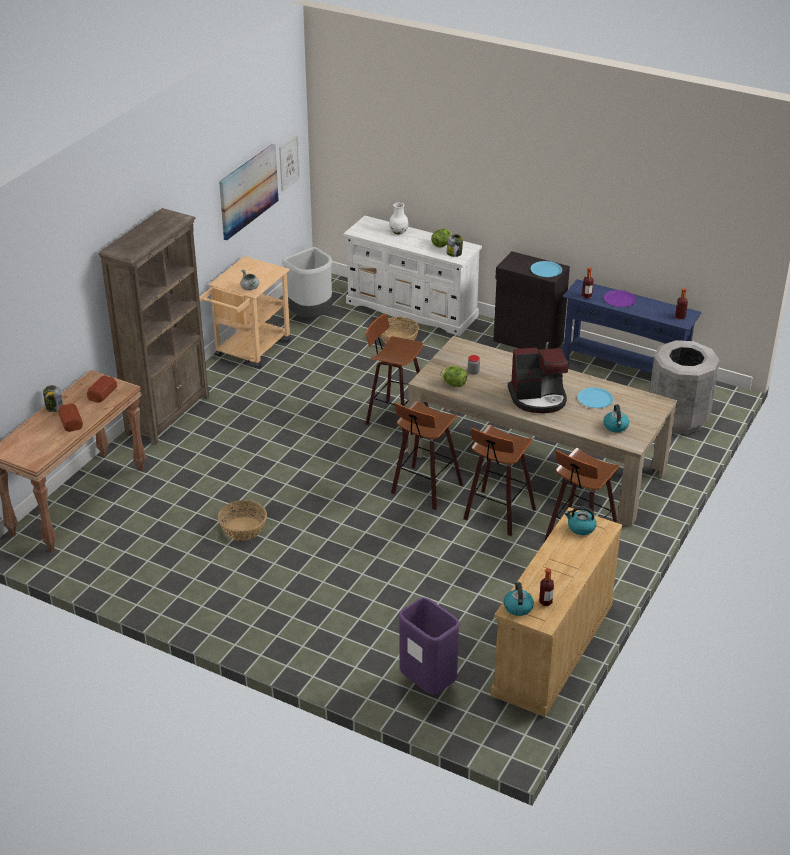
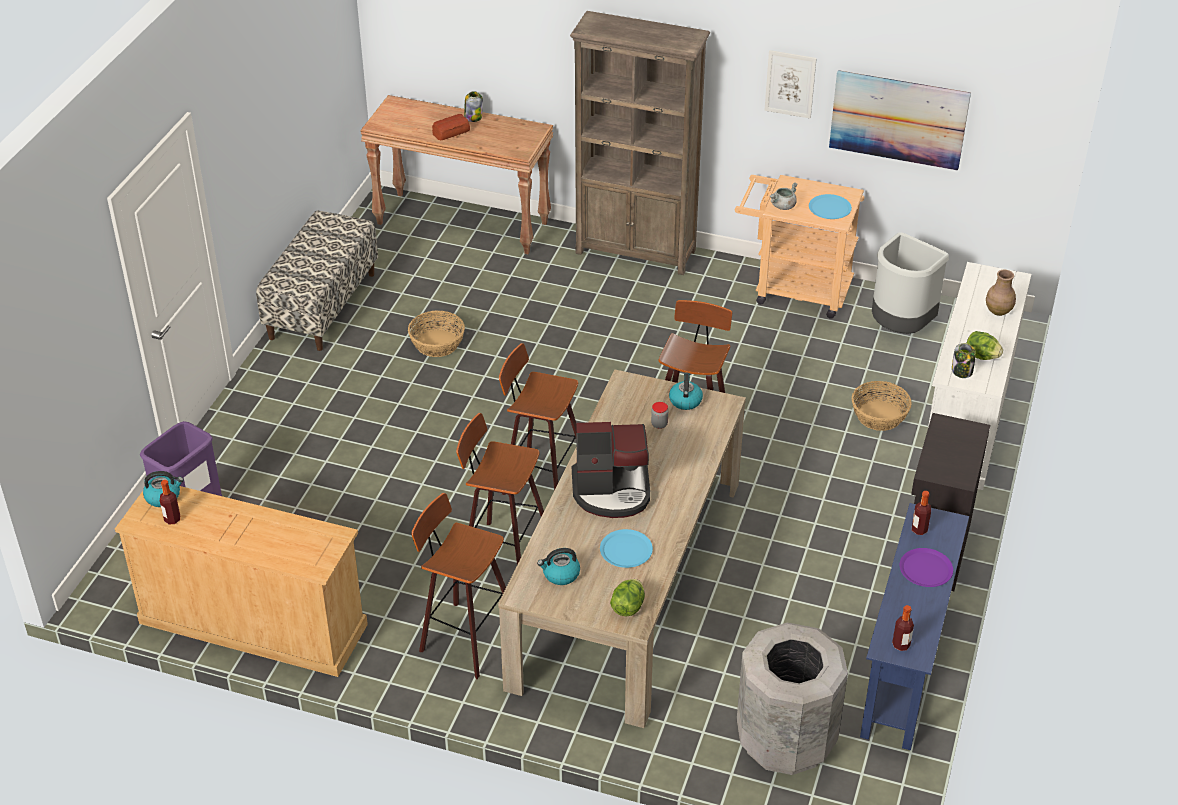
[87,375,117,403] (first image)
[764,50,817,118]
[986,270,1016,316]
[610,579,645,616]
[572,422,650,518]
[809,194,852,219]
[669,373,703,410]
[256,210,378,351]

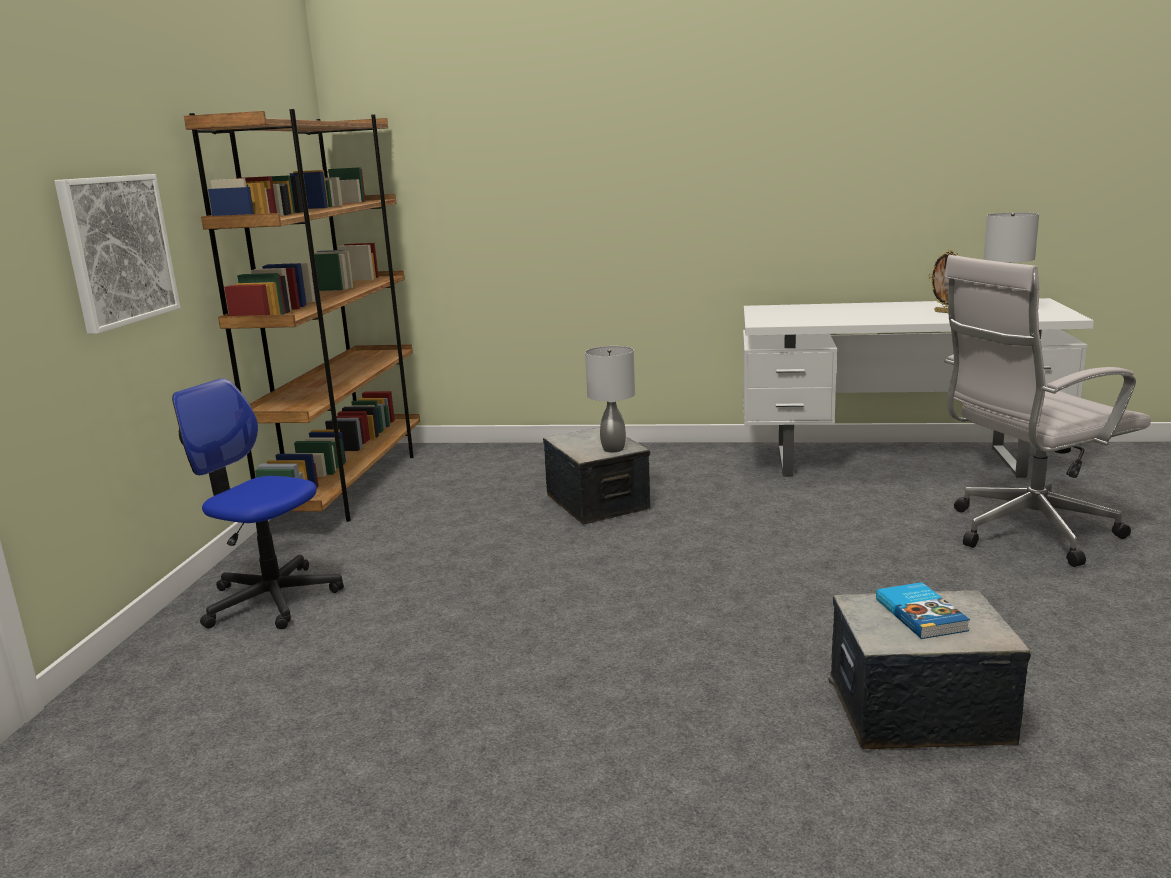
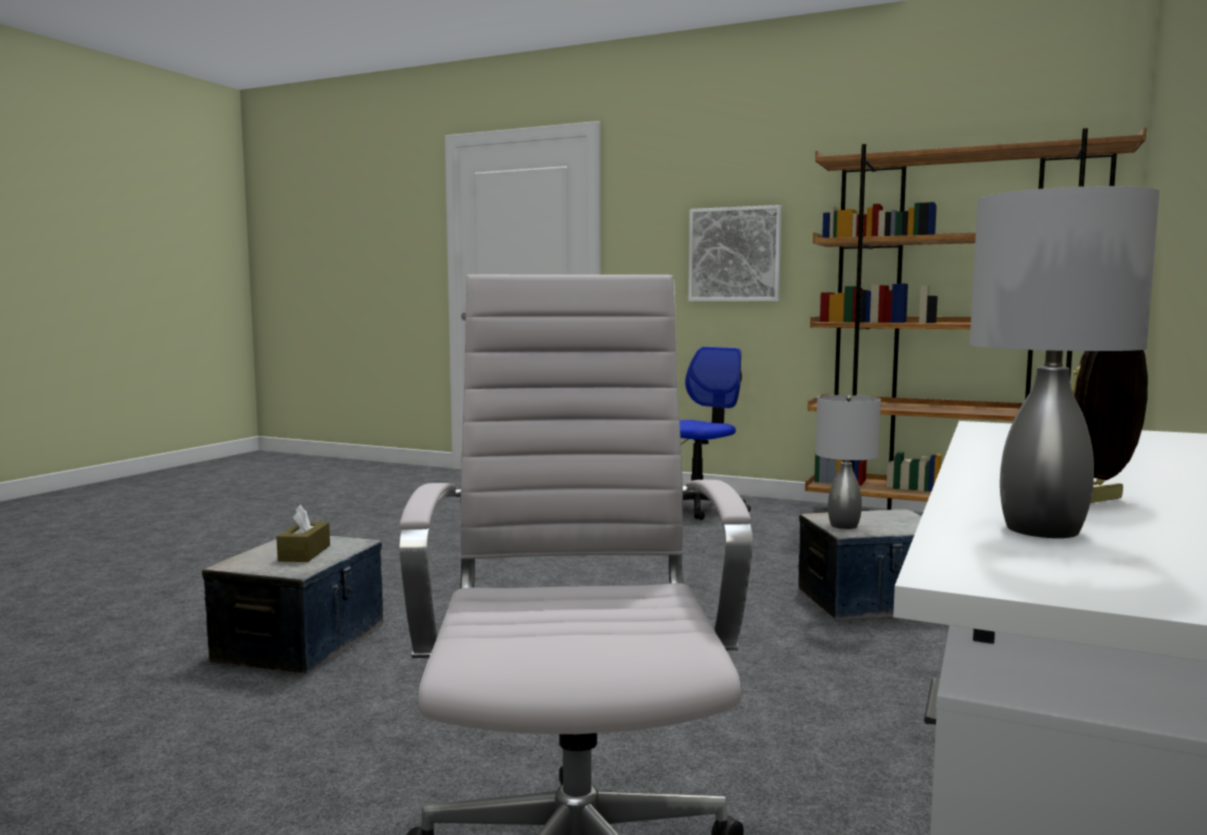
[277,505,330,562]

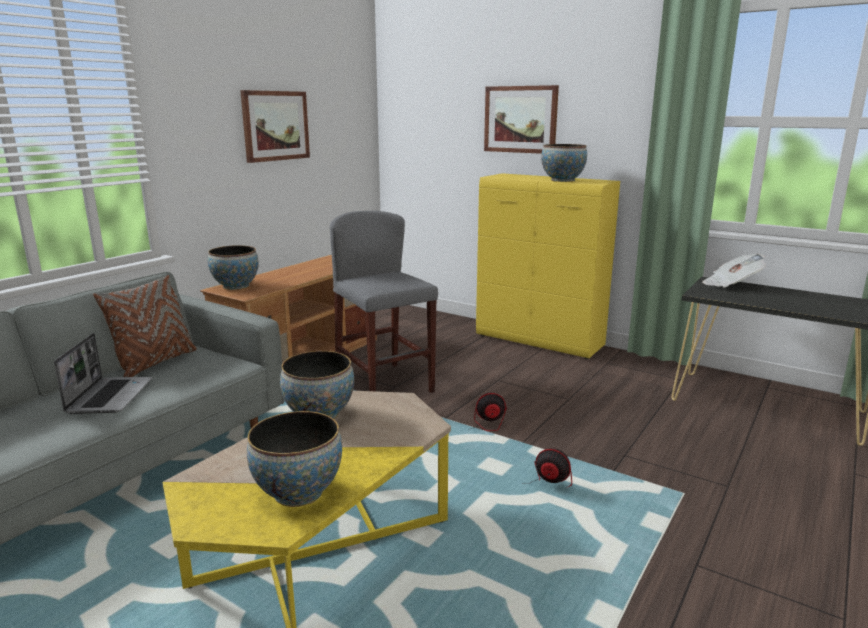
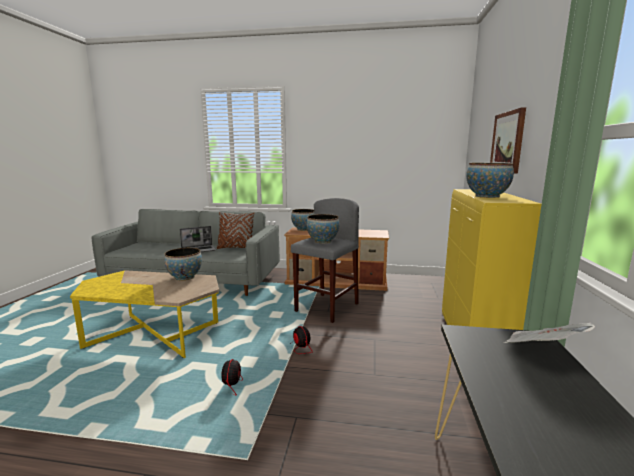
[240,90,310,163] (first image)
[306,214,339,243]

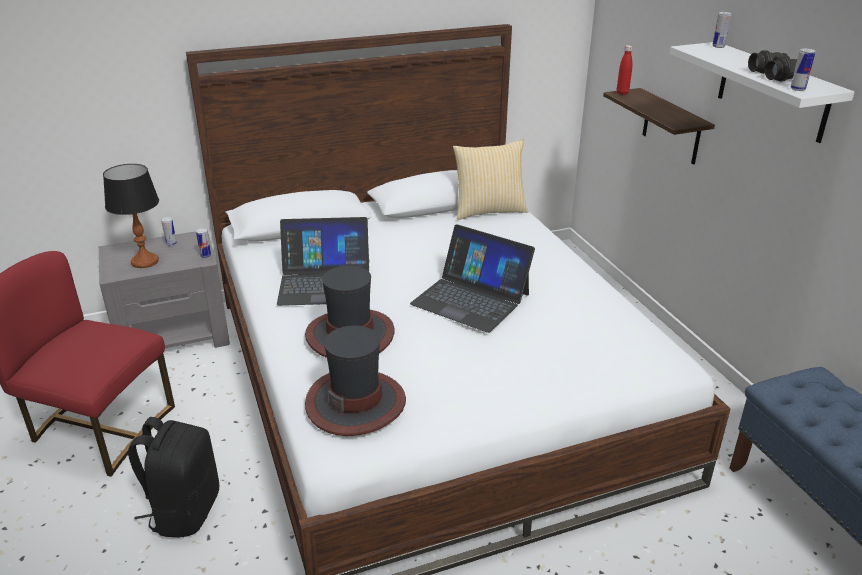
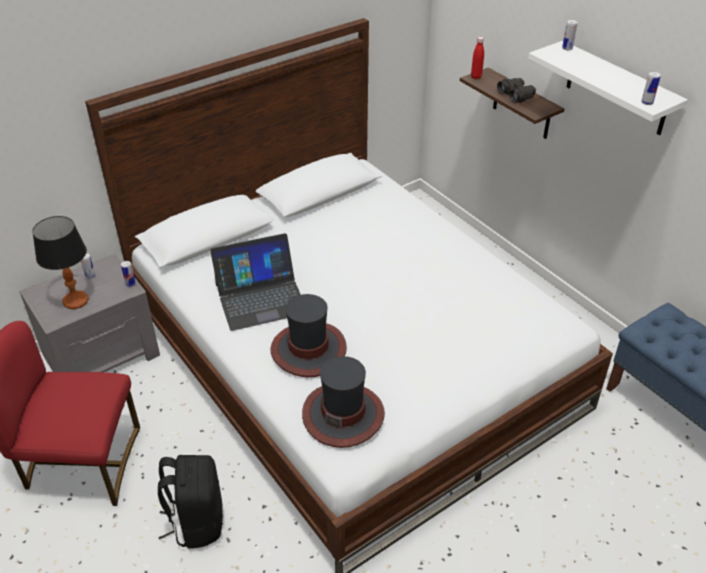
[410,224,535,333] (first image)
[453,140,528,220] (first image)
[497,78,536,103]

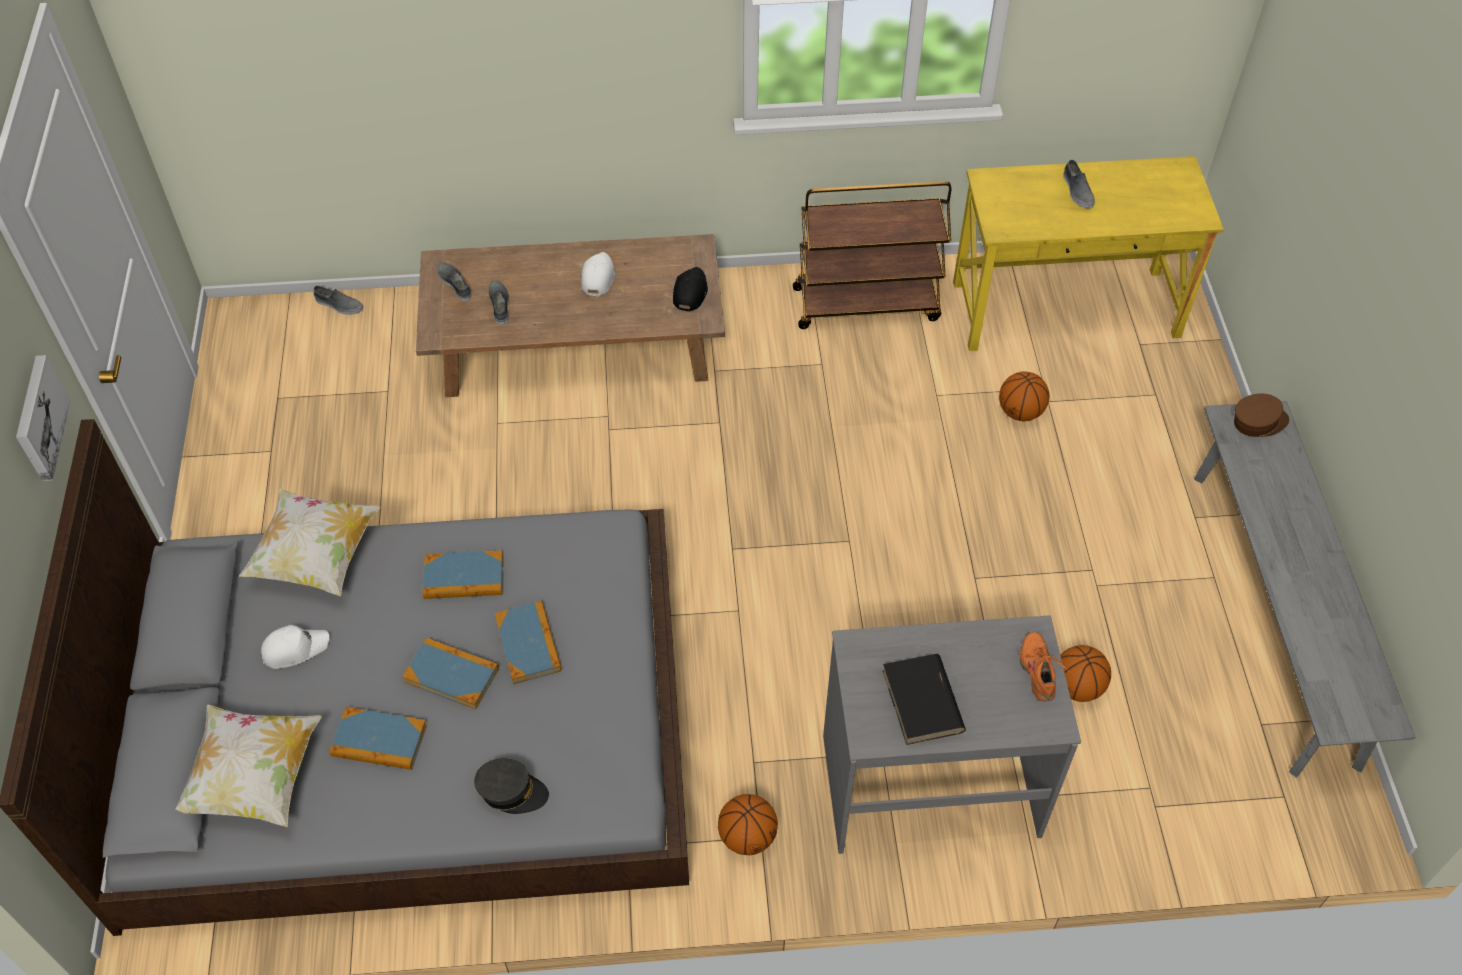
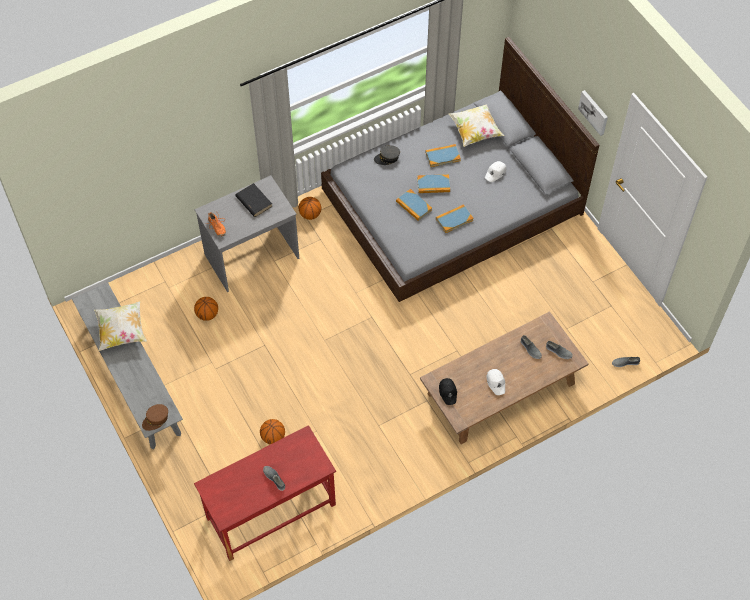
[94,301,147,351]
[793,181,951,329] (first image)
[194,425,336,561]

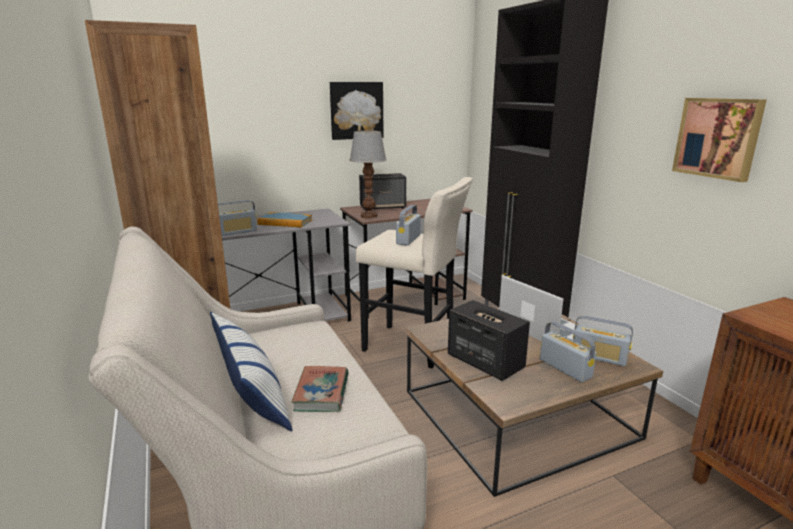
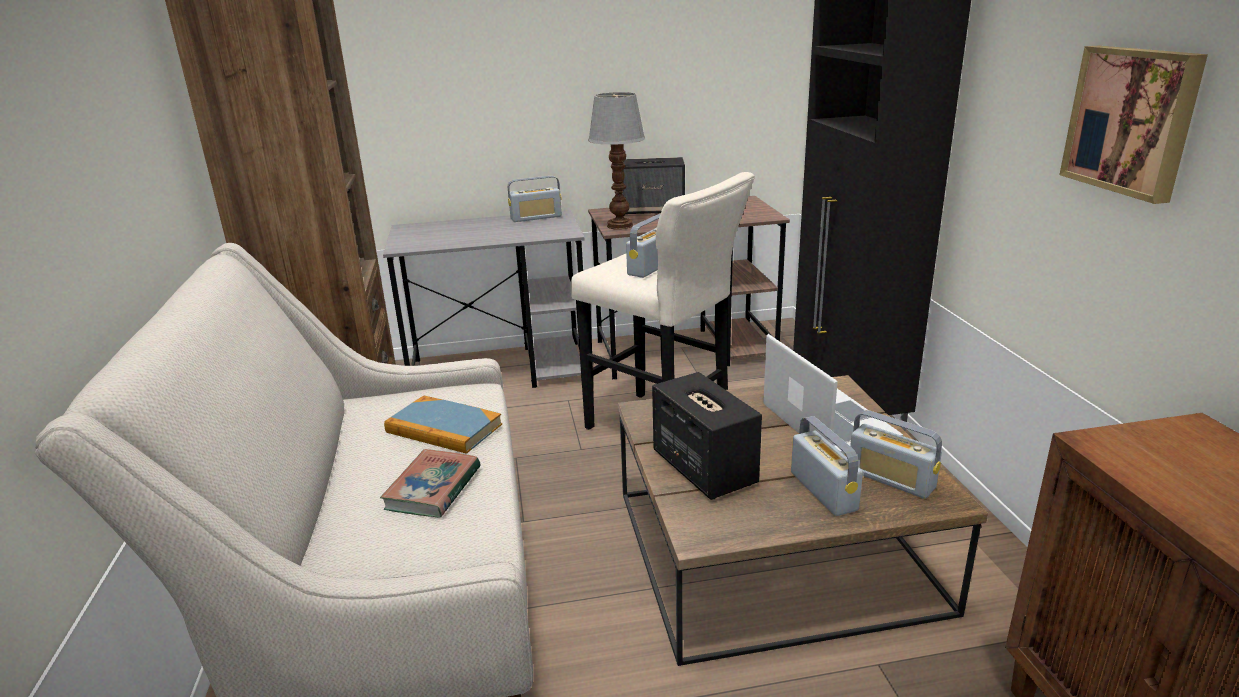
[210,312,292,431] (first image)
[508,176,562,222]
[384,395,502,454]
[330,82,384,140] (first image)

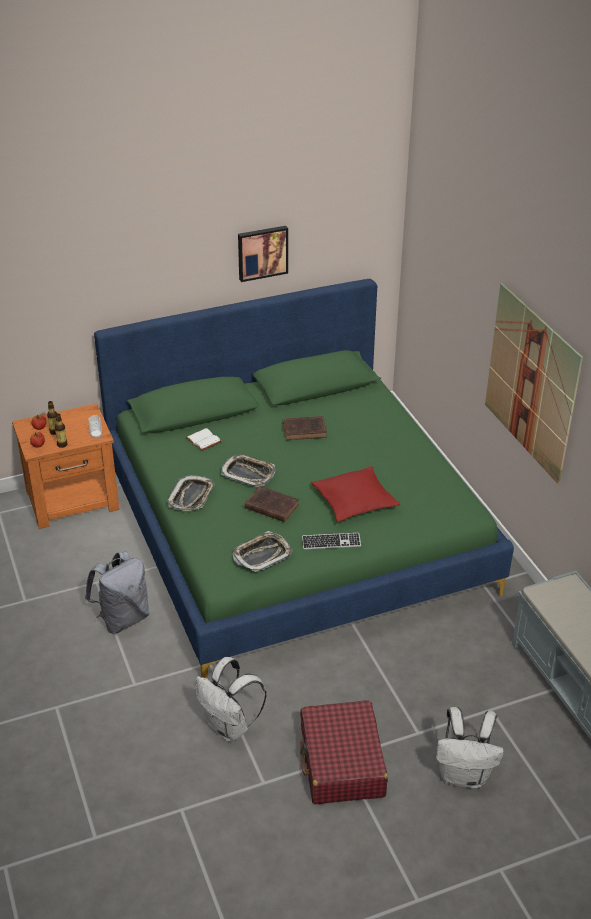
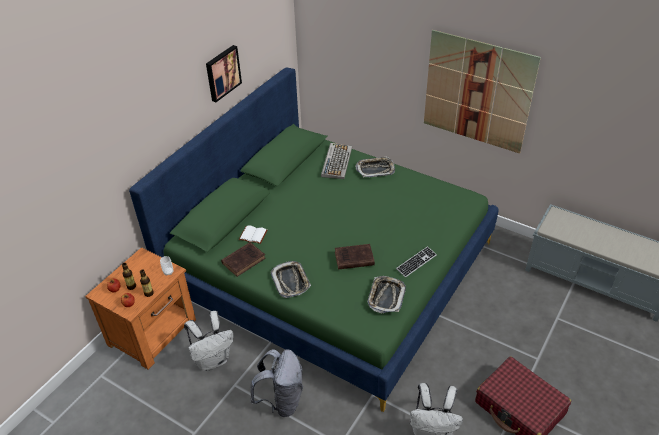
[355,156,395,177]
[221,242,265,277]
[311,466,400,522] (first image)
[184,311,233,371]
[321,143,352,179]

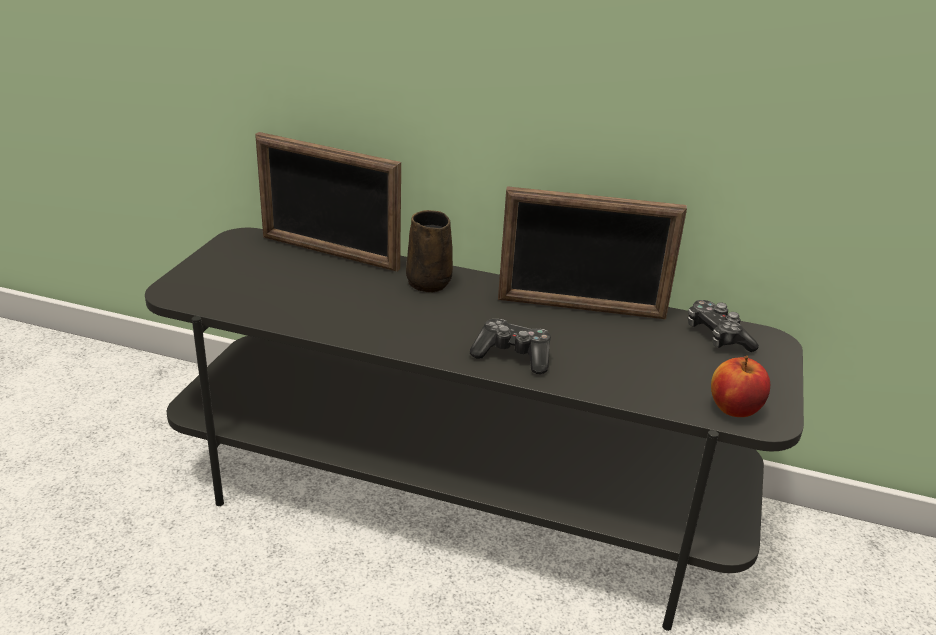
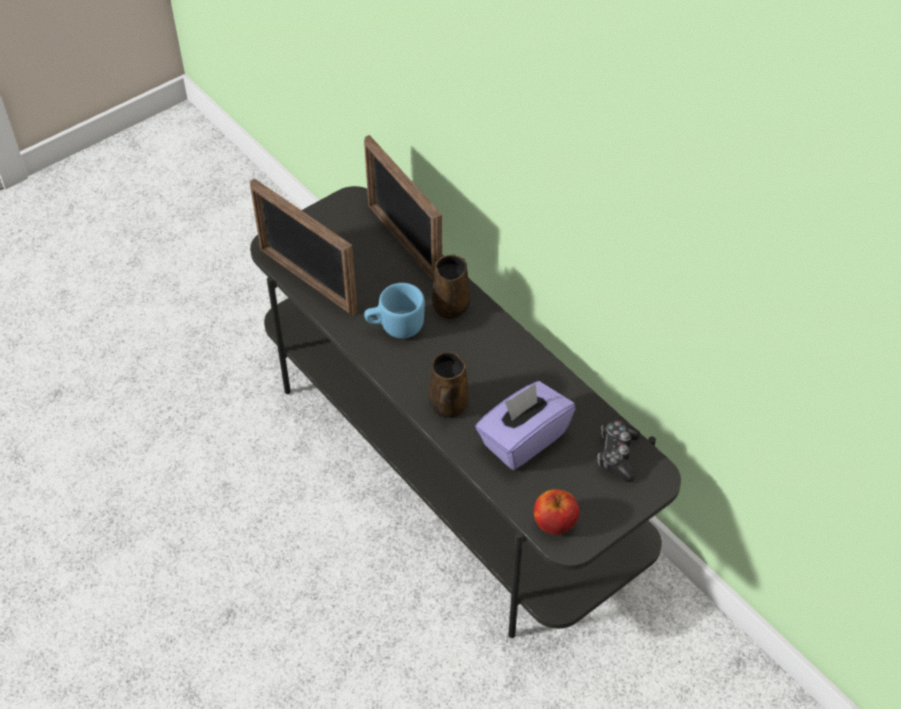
[428,352,469,418]
[250,178,358,315]
[364,283,425,338]
[475,381,576,470]

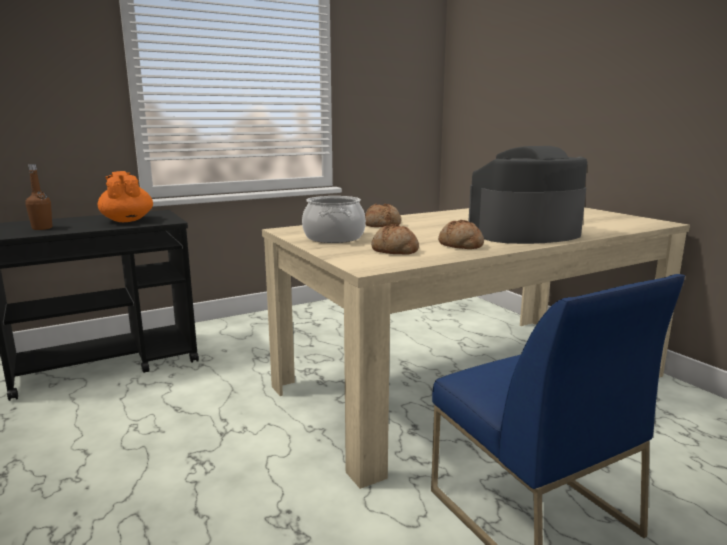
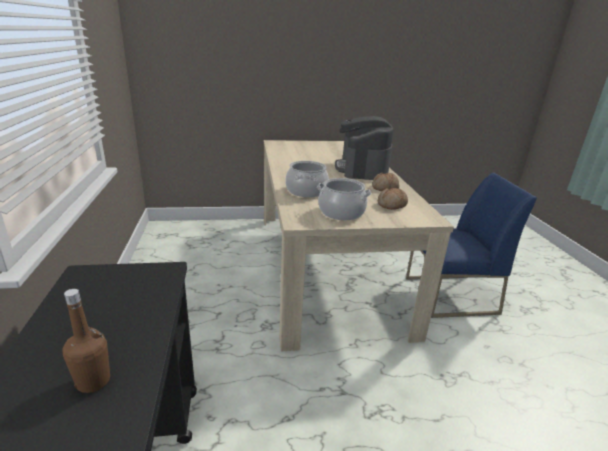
[98,171,153,222] (first image)
[286,161,329,197]

